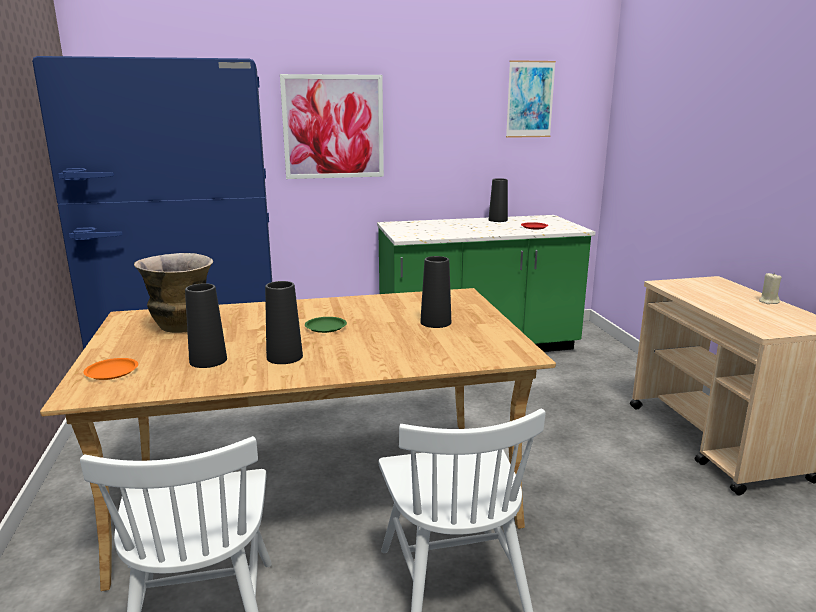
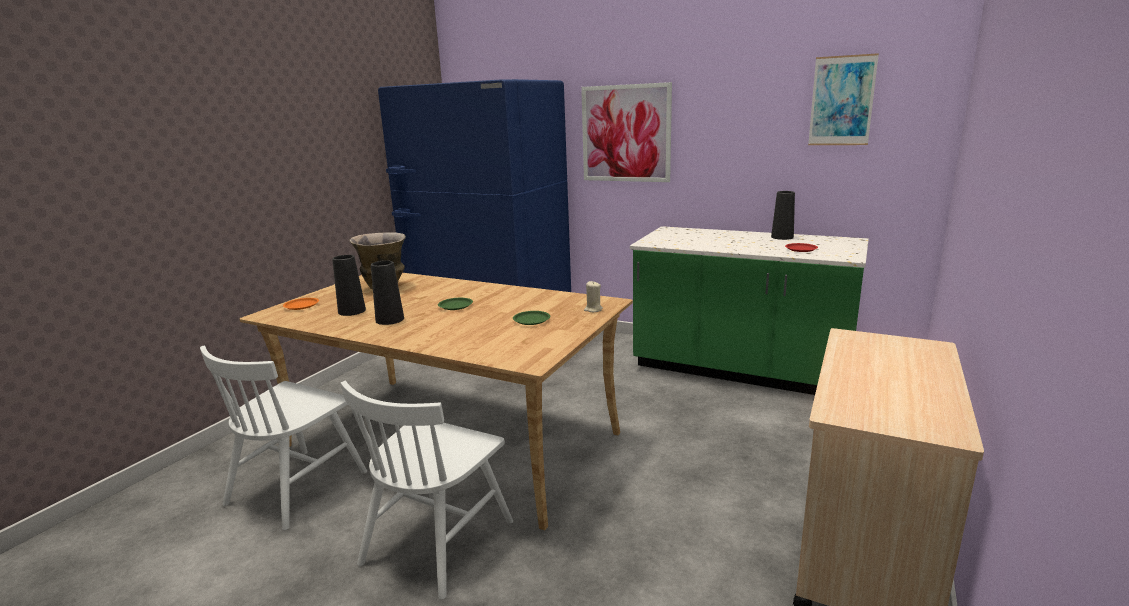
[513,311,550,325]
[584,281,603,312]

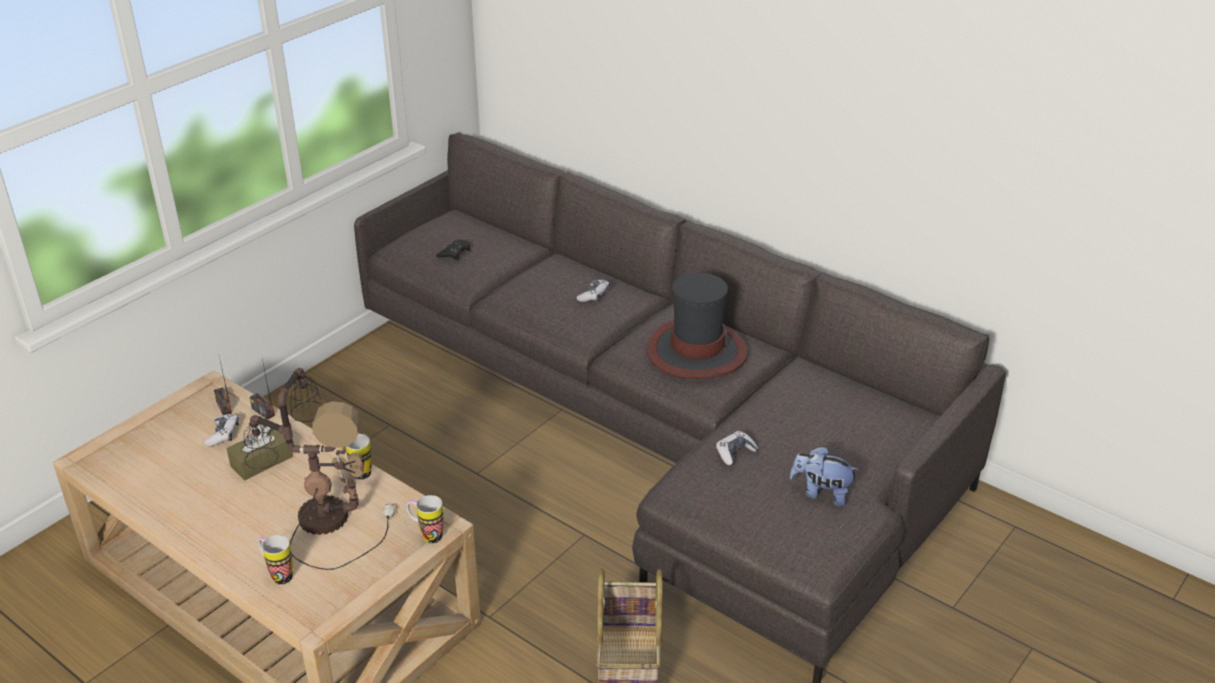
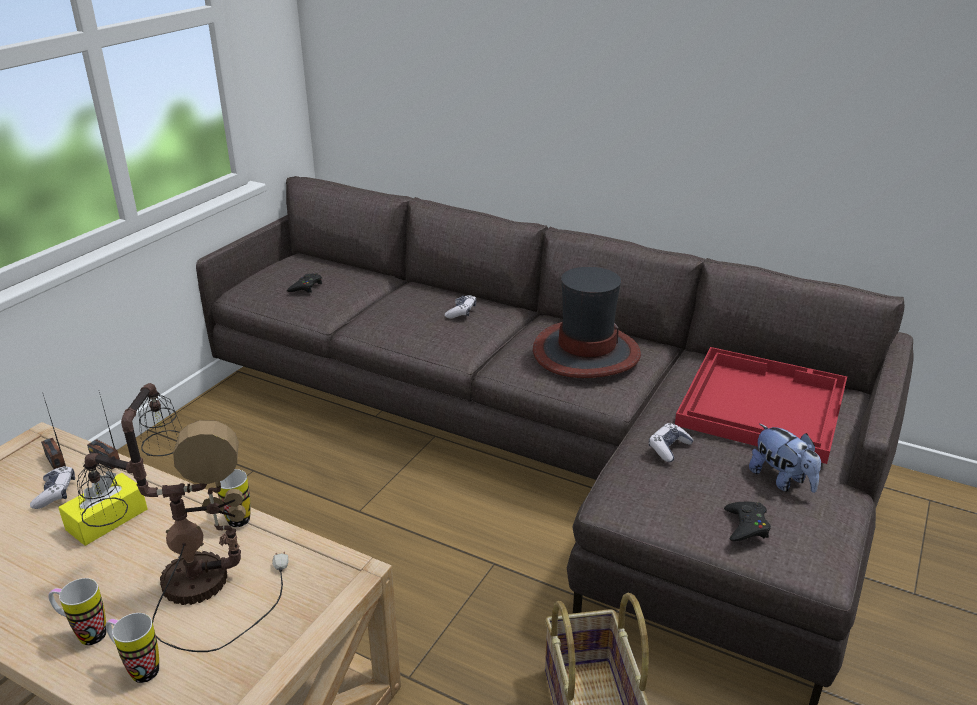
[58,471,148,546]
[48,578,107,645]
[749,424,821,493]
[675,347,847,464]
[724,501,771,541]

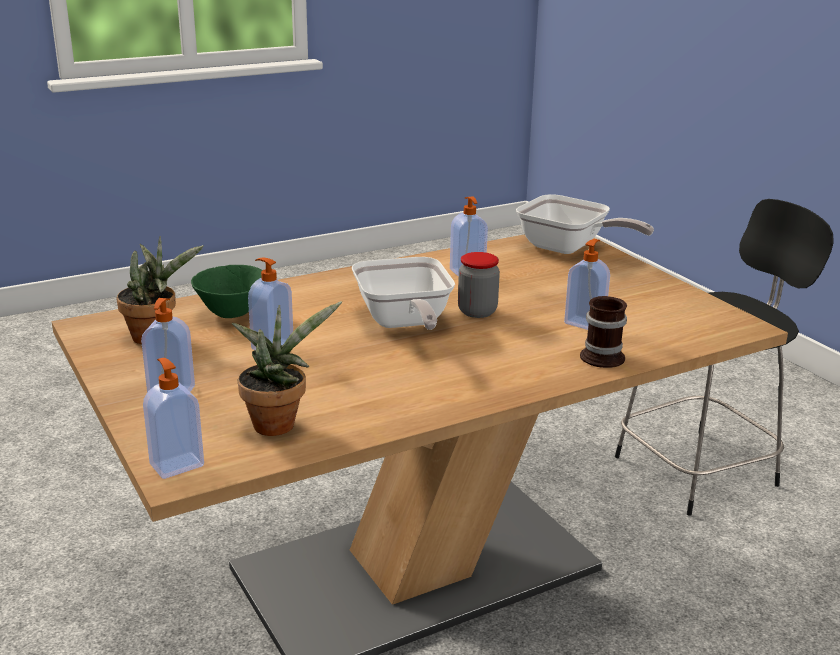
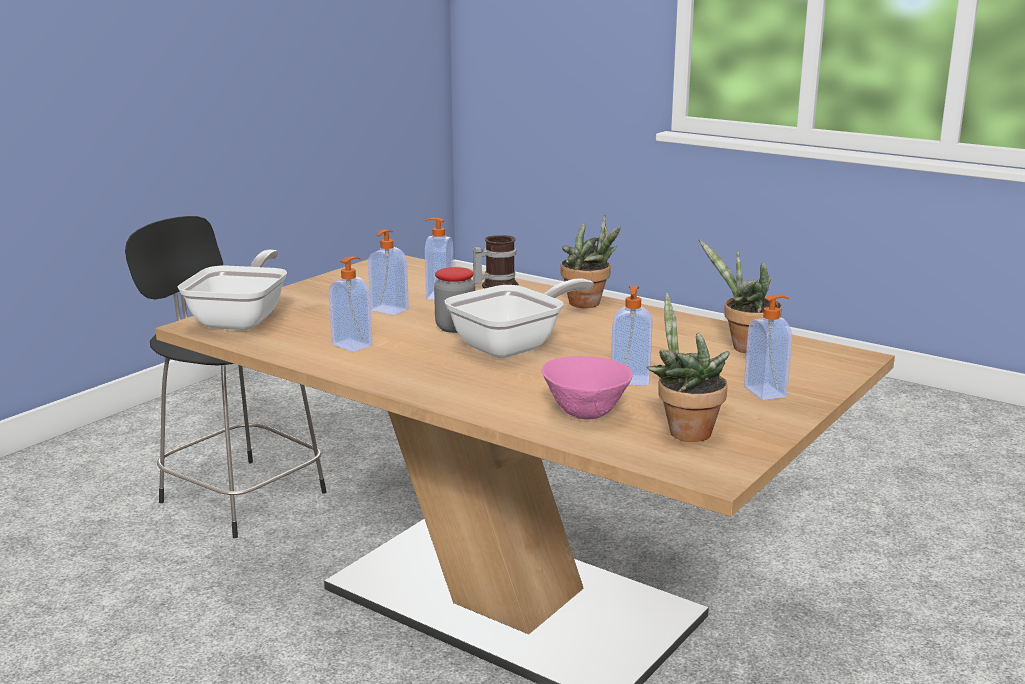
[368,230,409,315]
[542,356,633,420]
[561,215,621,308]

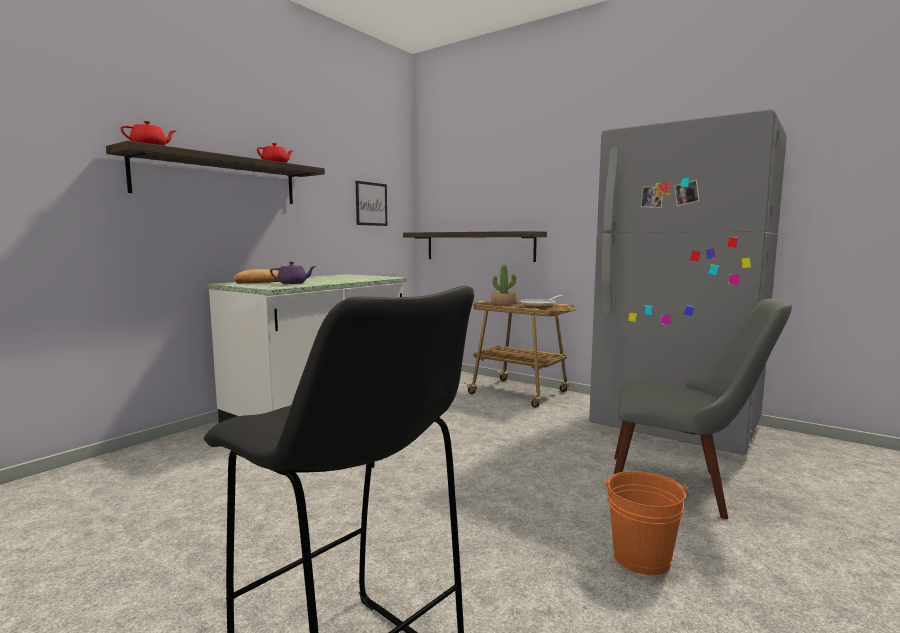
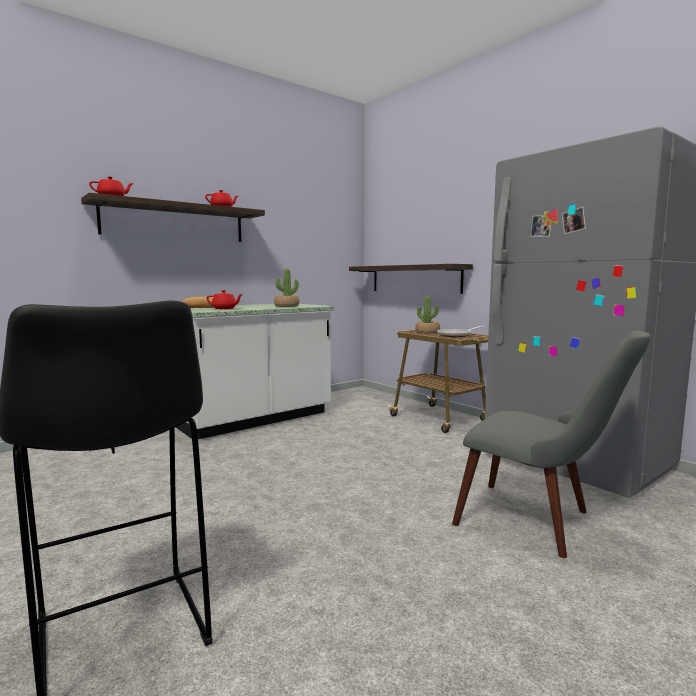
[207,290,243,309]
[356,181,387,226] (first image)
[602,471,689,575] (first image)
[274,268,299,307]

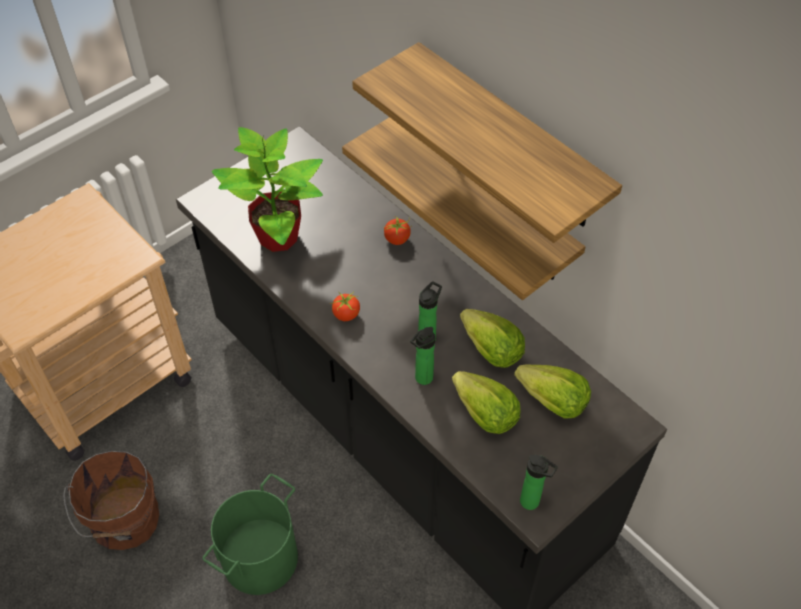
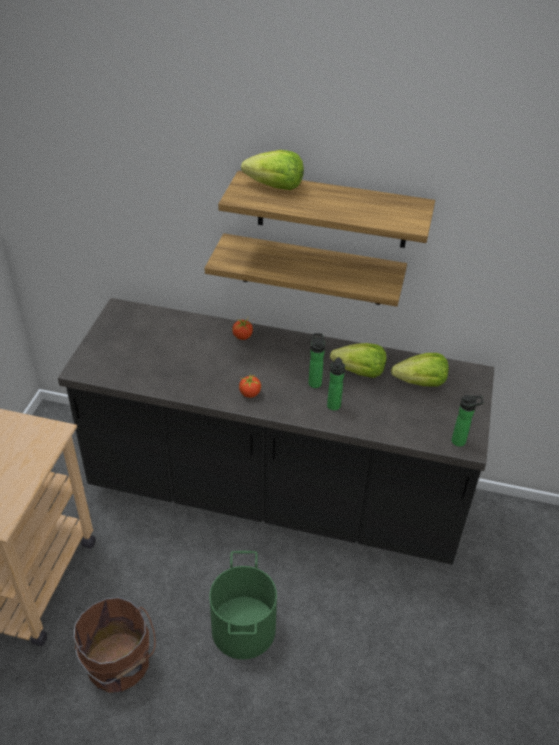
[212,127,323,252] (first image)
[241,150,304,190]

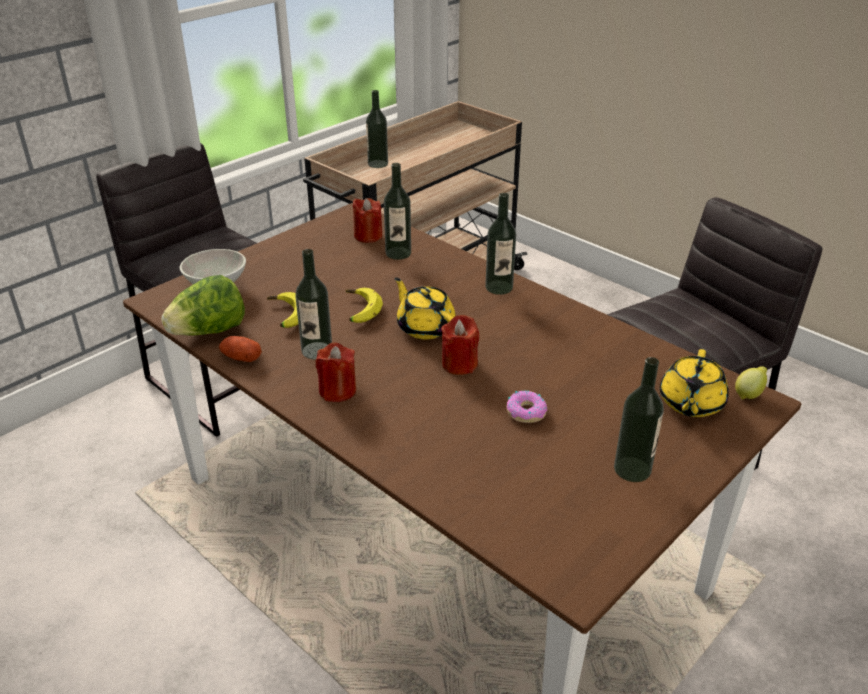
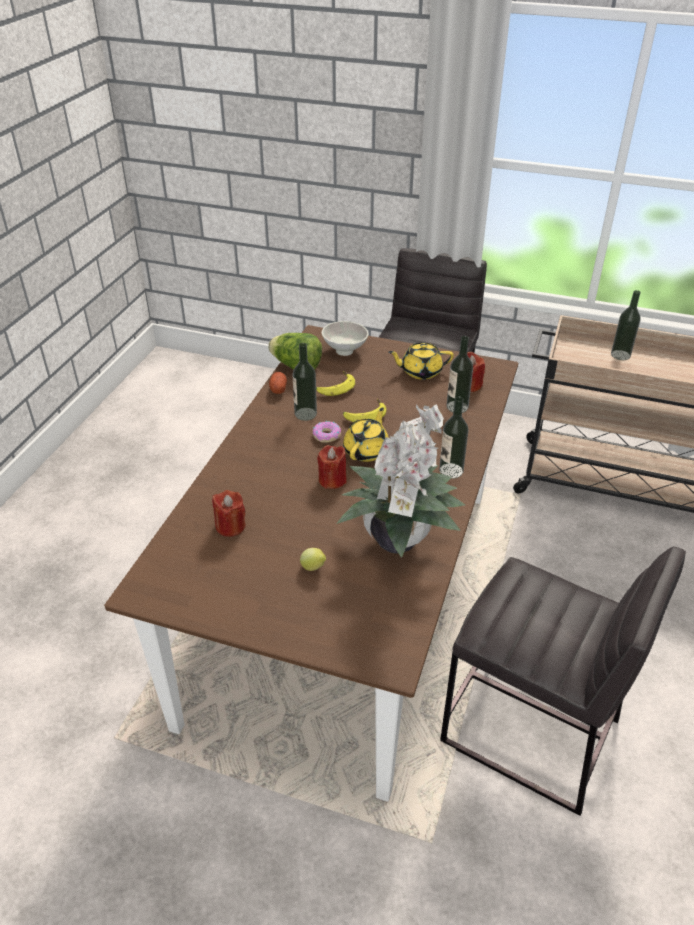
[212,490,246,537]
[313,421,341,443]
[614,357,664,482] (first image)
[388,342,454,380]
[300,548,326,571]
[336,404,465,557]

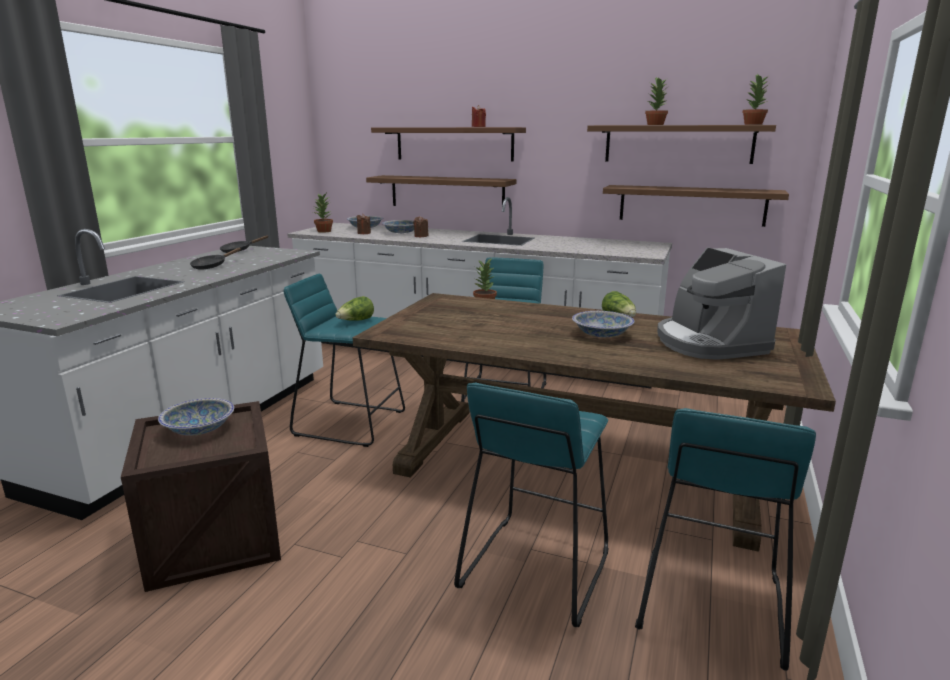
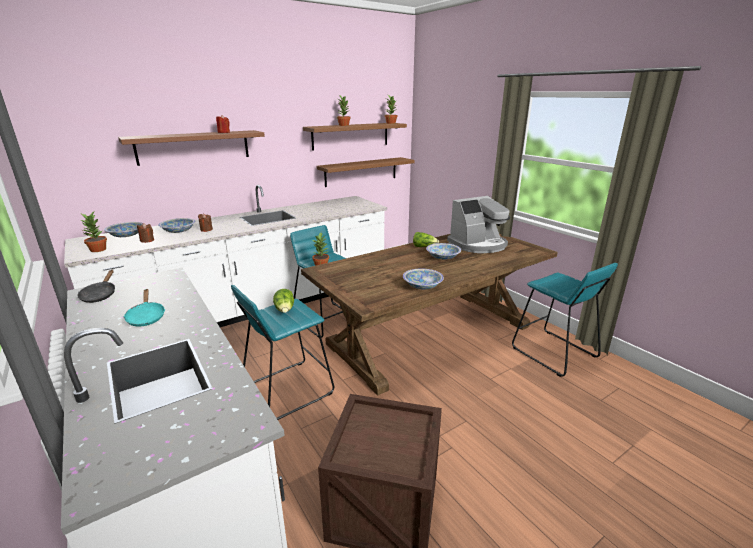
[403,268,444,290]
[123,289,165,326]
[366,175,516,206] (first image)
[454,382,608,627] (first image)
[447,196,510,253]

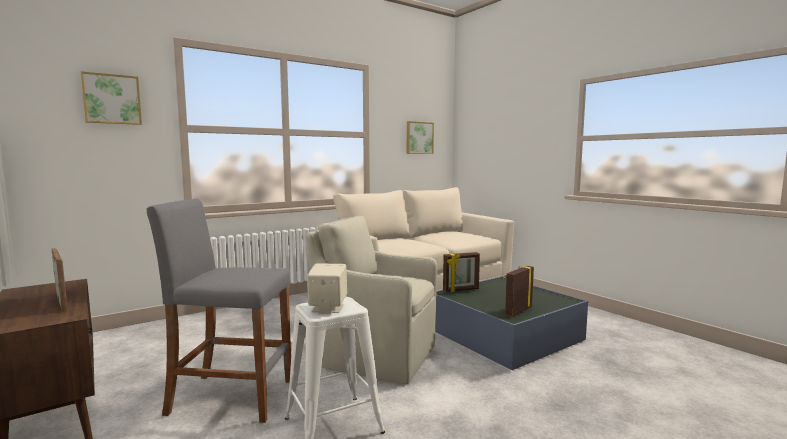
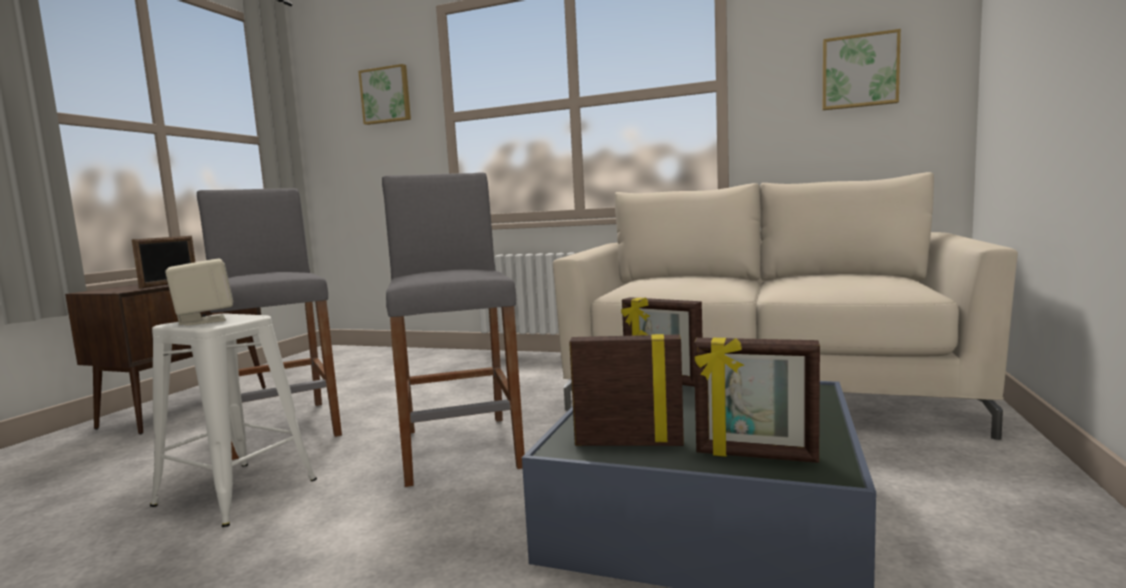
[382,172,525,487]
[694,338,820,463]

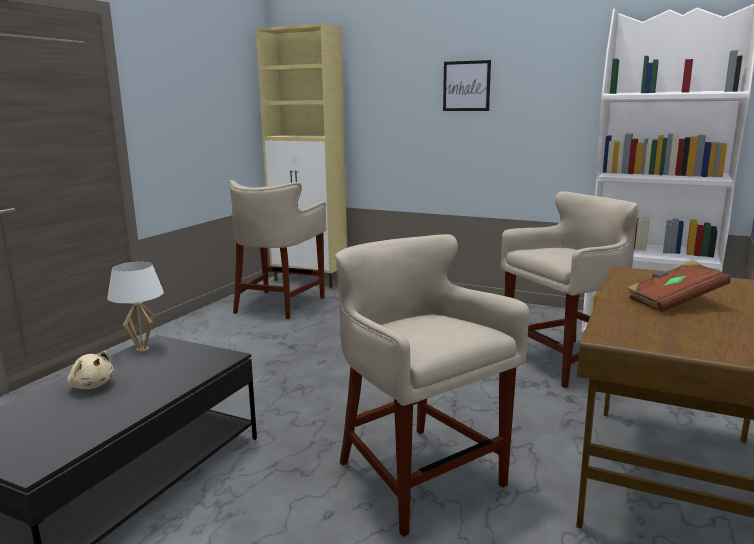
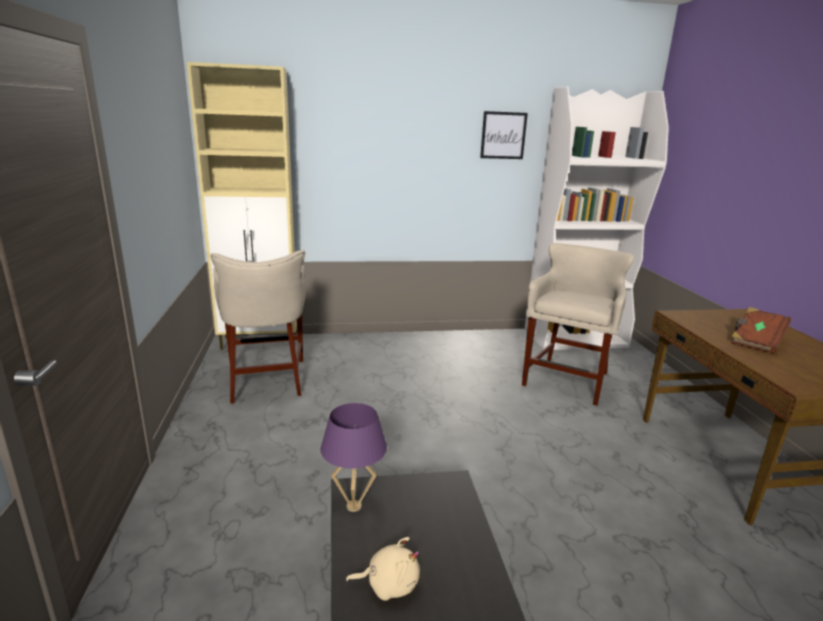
[320,403,387,512]
[335,234,529,537] (first image)
[480,111,528,159]

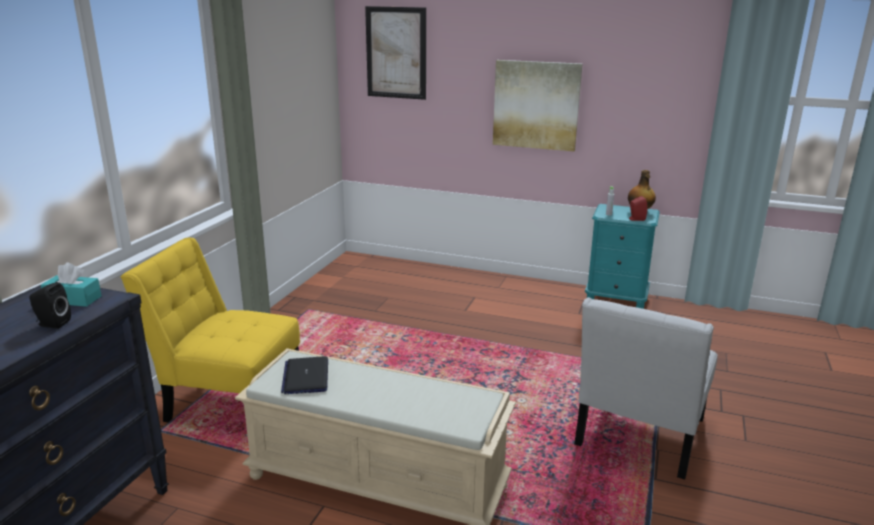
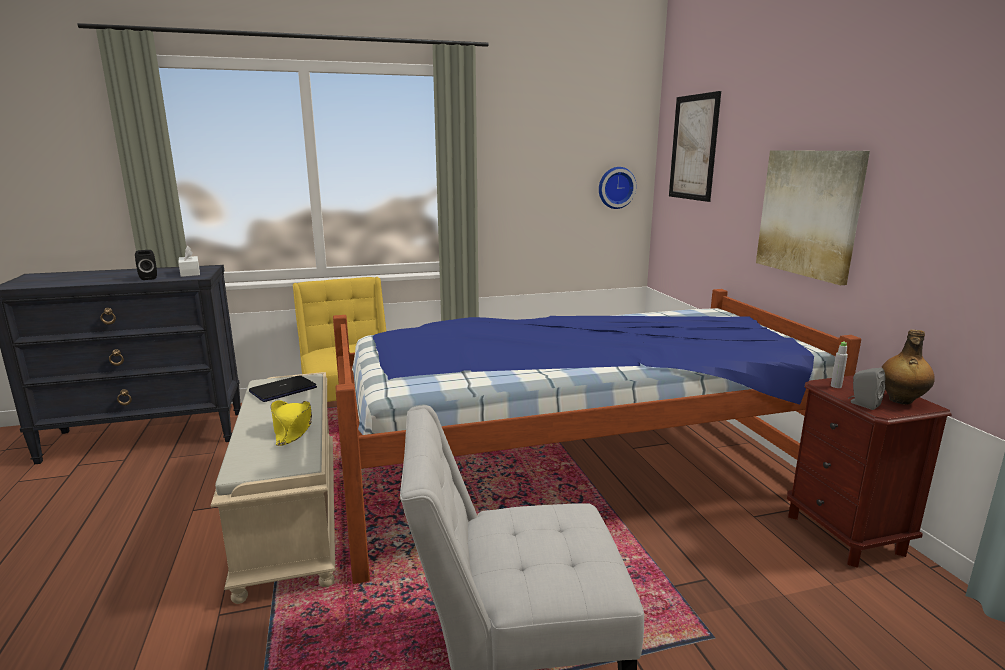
[178,245,200,277]
[787,375,952,568]
[848,368,885,410]
[271,400,312,446]
[333,289,861,584]
[599,167,636,209]

